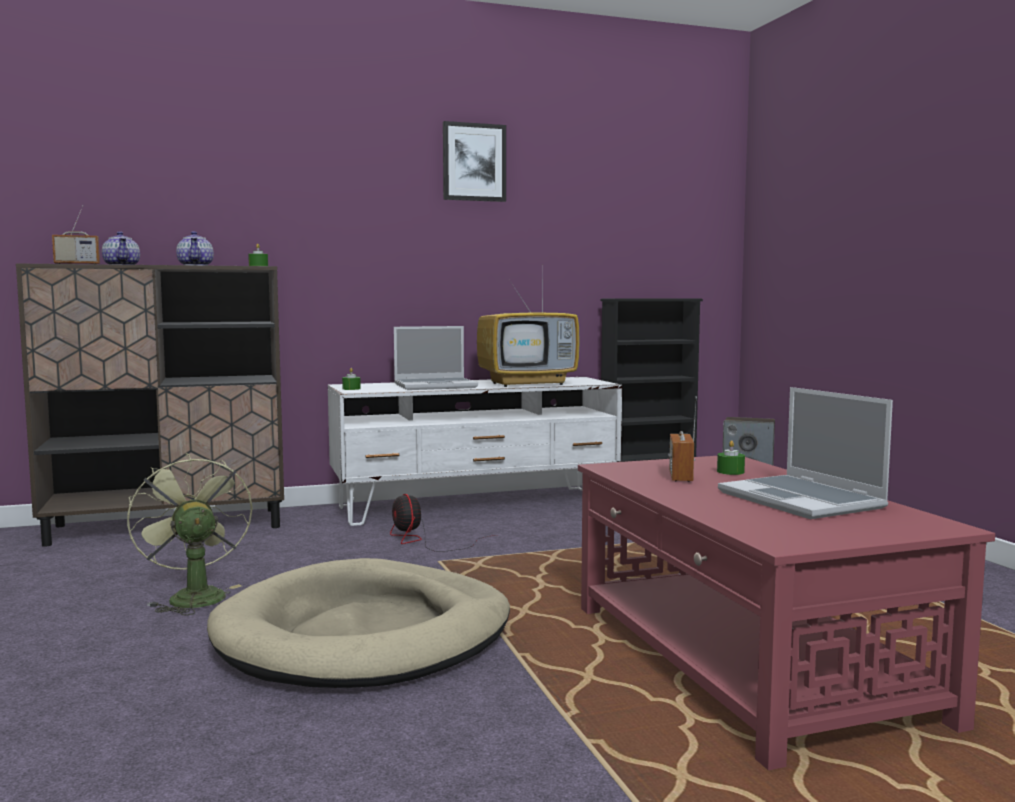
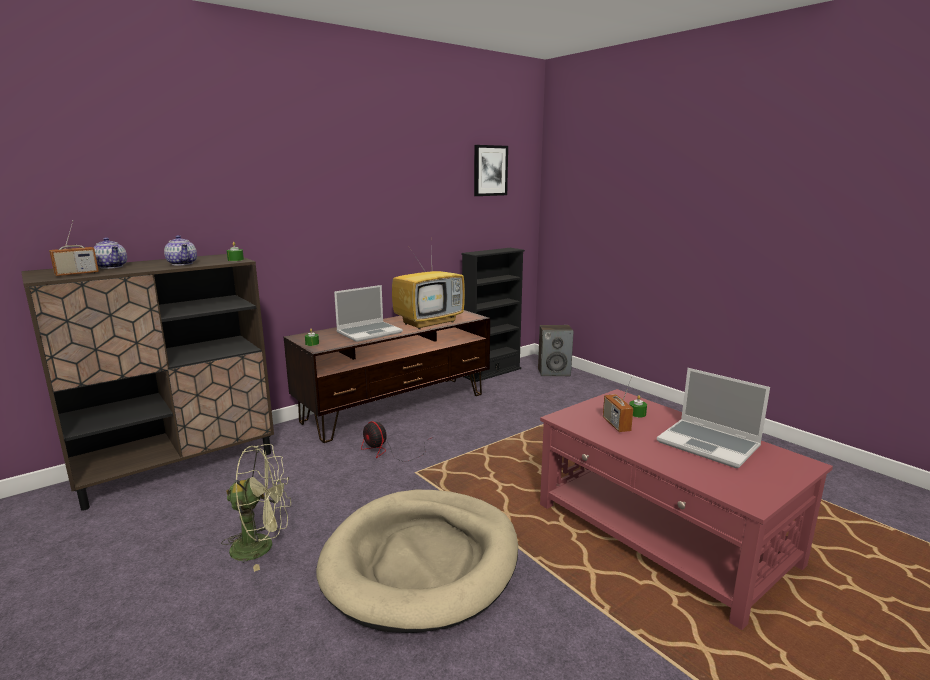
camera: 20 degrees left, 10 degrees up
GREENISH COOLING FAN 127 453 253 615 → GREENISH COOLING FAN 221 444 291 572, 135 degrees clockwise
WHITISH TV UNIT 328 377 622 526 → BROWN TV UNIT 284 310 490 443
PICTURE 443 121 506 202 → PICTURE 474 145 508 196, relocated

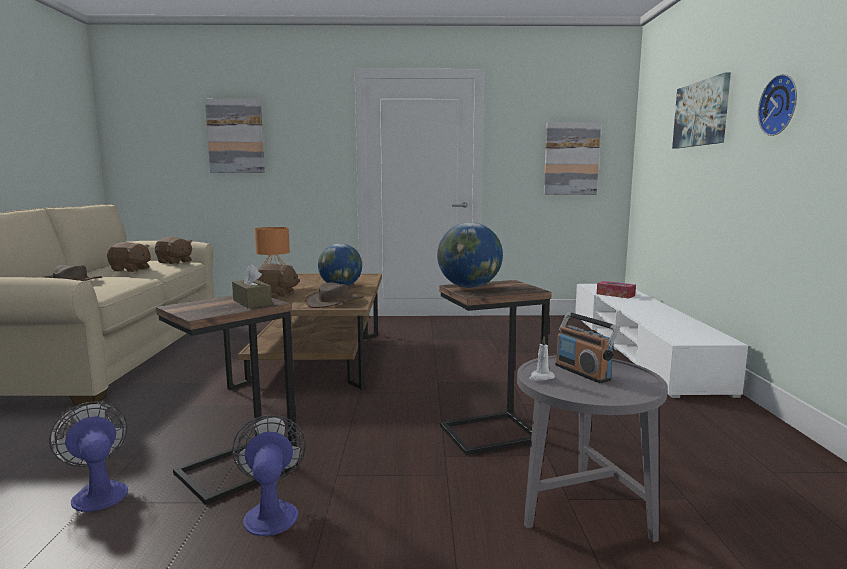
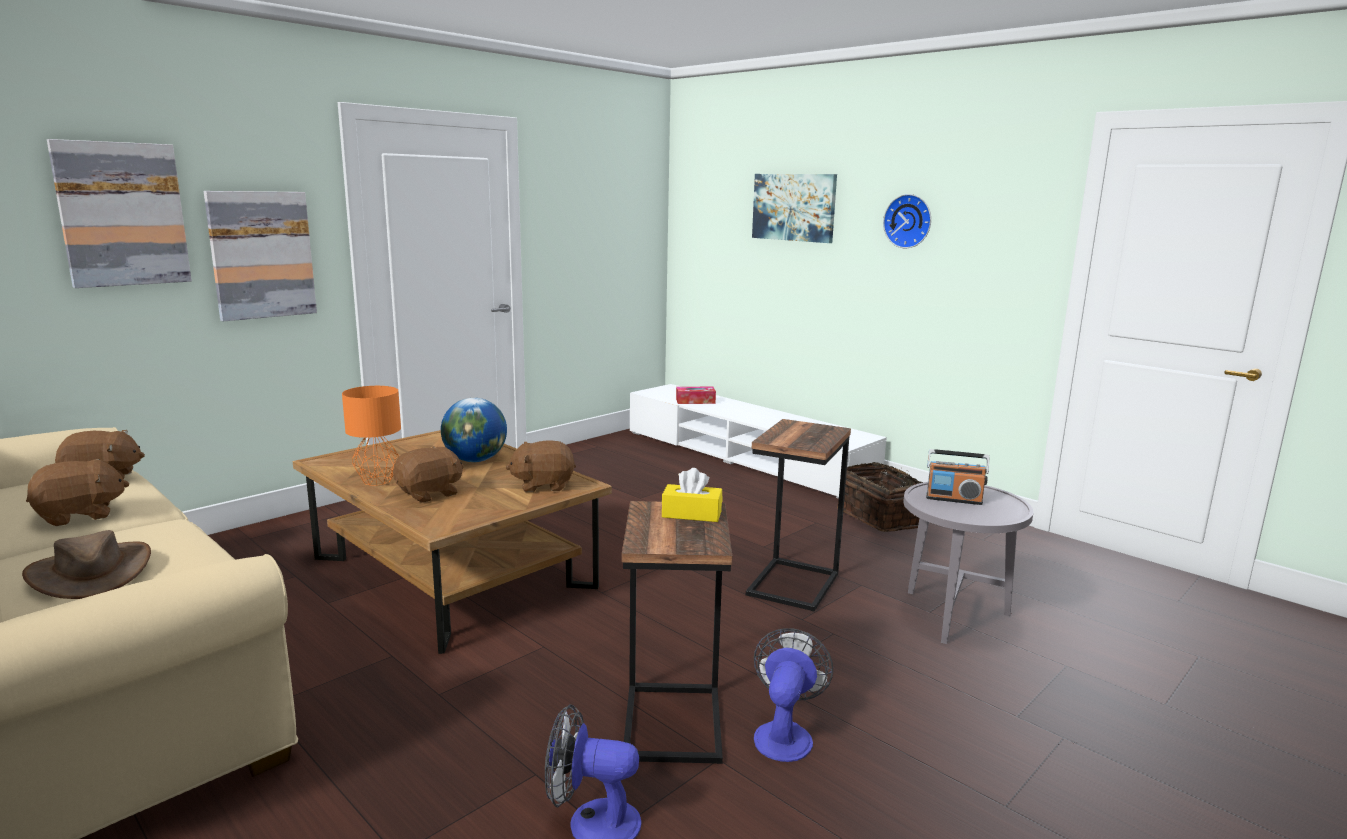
camera: 45 degrees left, 5 degrees up
BROWN BOX OF TISSUES 232 264 272 308 → YELLOW BOX OF TISSUES 662 468 722 522
COOLING FAN 232 415 306 536 → COOLING FAN 754 628 833 762, 75 degrees clockwise
BROWN CLOTHING HAT 305 283 364 308 → BROWN CUDDLY TOY 506 441 576 492
DESK GLOBE 437 222 503 288 → -
WHITISH WAX CANDLE 530 337 555 381 → -
PICTURE 544 122 601 195 → PICTURE 204 191 317 321, relocated
- → HOUSEHOLD BASKET 837 462 923 532

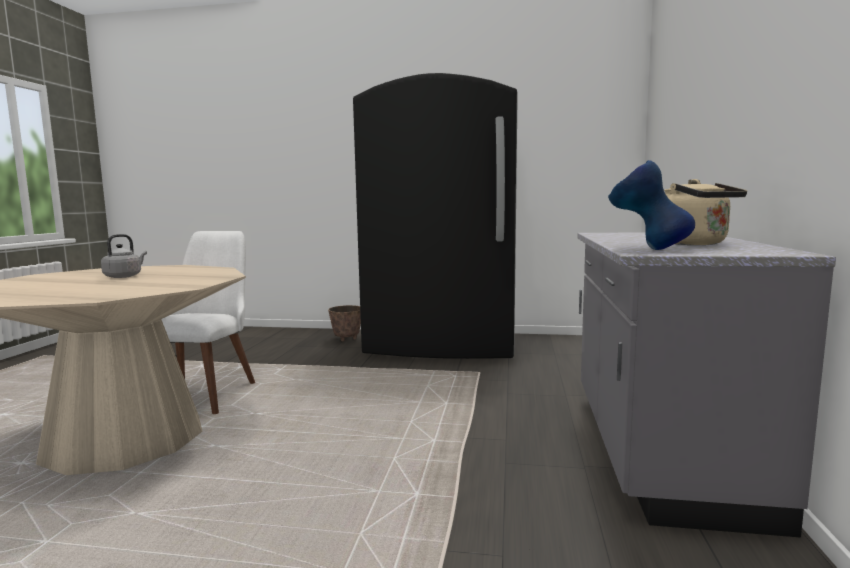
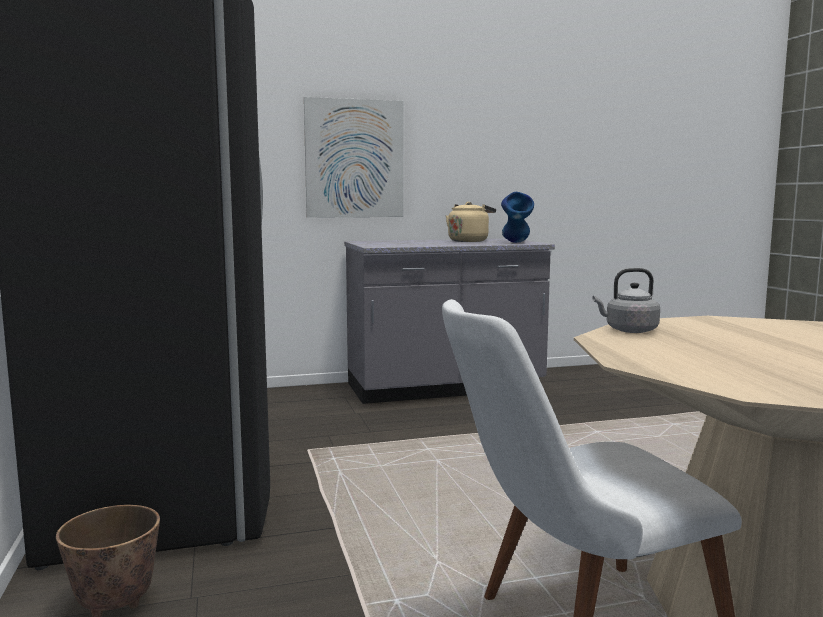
camera: 115 degrees left, 0 degrees up
GREY WATER KETTLE 101 234 147 278 → GREY WATER KETTLE 592 268 660 333, relocated
- → PICTURE 304 97 404 218

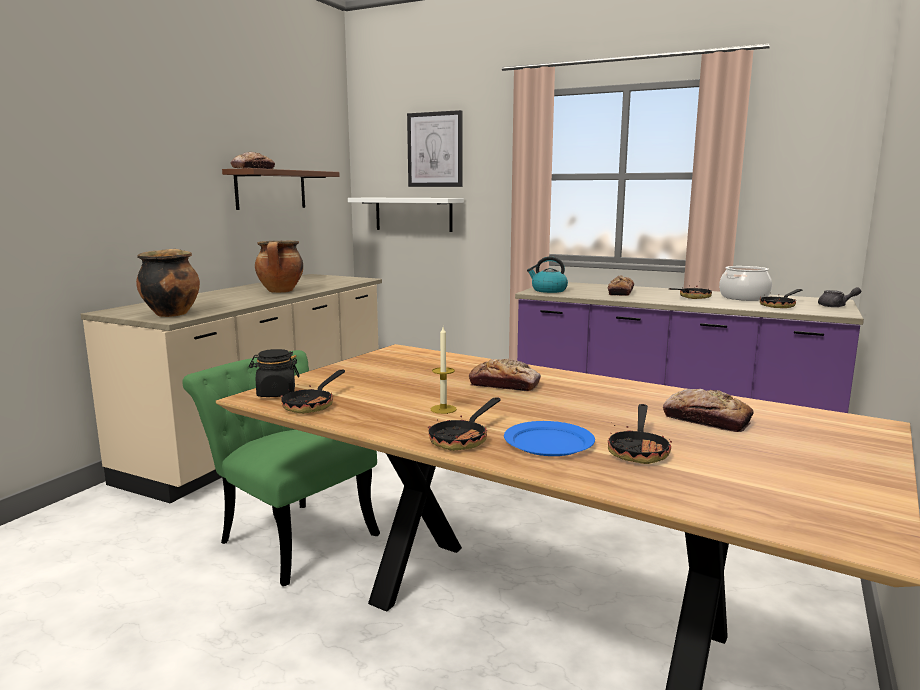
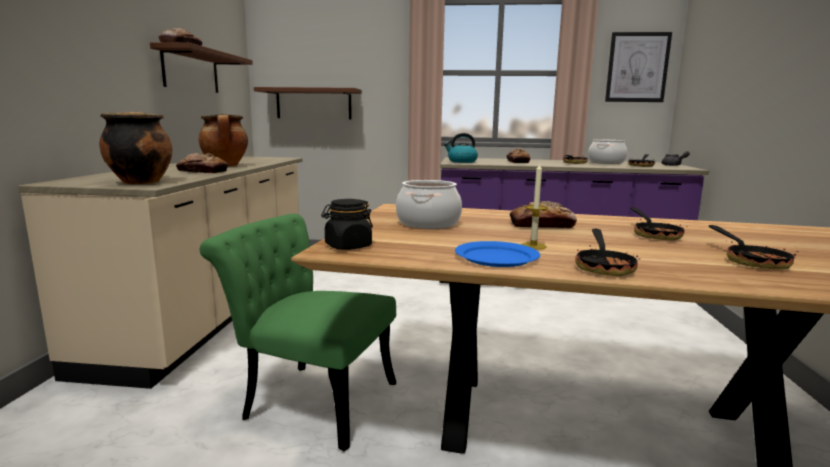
camera: 20 degrees left, 0 degrees up
SKILLET 281 370 345 414 → SKILLET 630 207 688 240, relocated
WHITISH WALL SHELF 348 198 464 232 → BROWN WALL SHELF 254 87 362 119
PICTURE 407 110 463 187 → PICTURE 605 32 672 102, relocated
BLUE FLAT DISH 504 421 595 456 → BLUE FLAT DISH 455 241 540 267, relocated
BAKED BREAD 663 388 754 432 → BAKED BREAD 176 153 228 173, relocated
- → COOKING POT 396 180 462 229

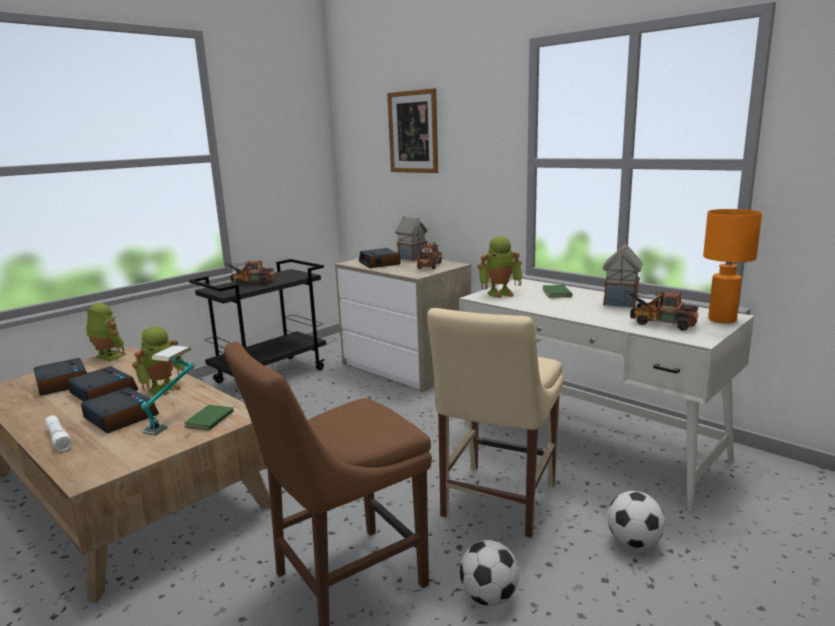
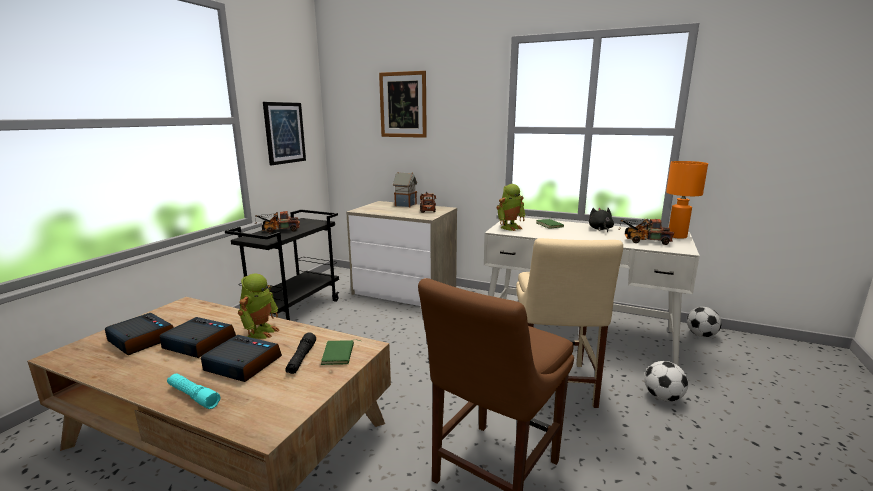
camera: 20 degrees left, 0 degrees up
WHITISH TORCH 45 416 72 452 → TURQUOISE-COLOURED TORCH 167 374 220 409
MODEL ROBOT 86 303 126 361 → -
LAMP FOR A TABLE 141 345 195 435 → BLACK TORCH 285 332 316 374
ALARM CLOCK 359 248 401 268 → -
FOOTBALL 460 540 519 606 → FOOTBALL 687 307 722 337, relocated
MODEL HOUSE 603 243 643 308 → BLACK CUDDLY TOY 589 208 614 233
- → PICTURE 263 102 306 165

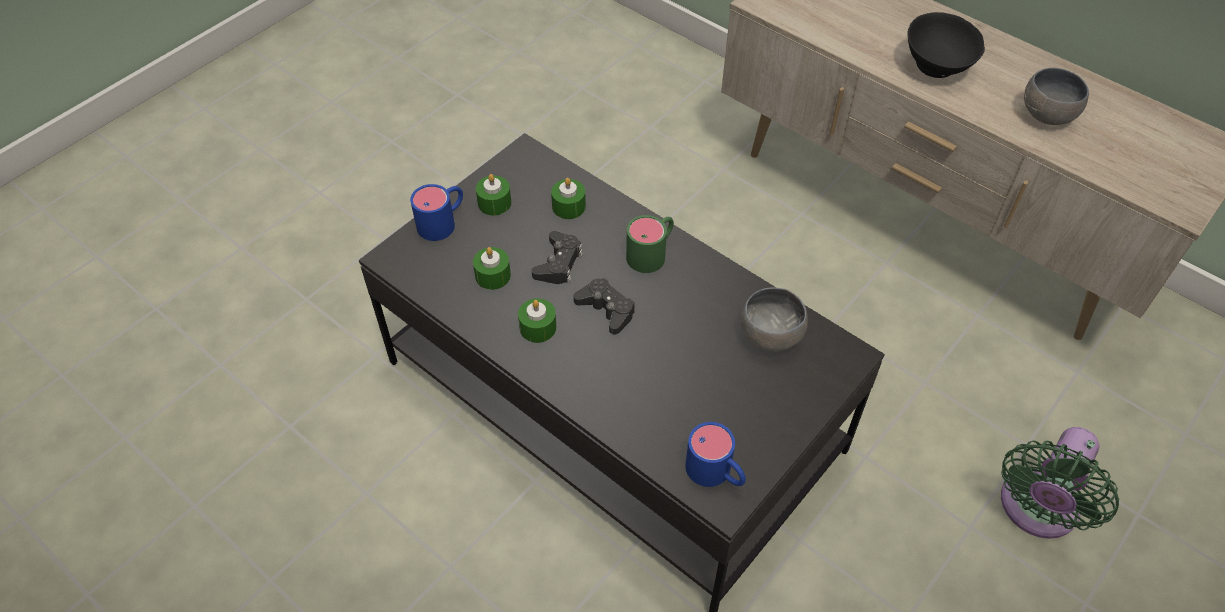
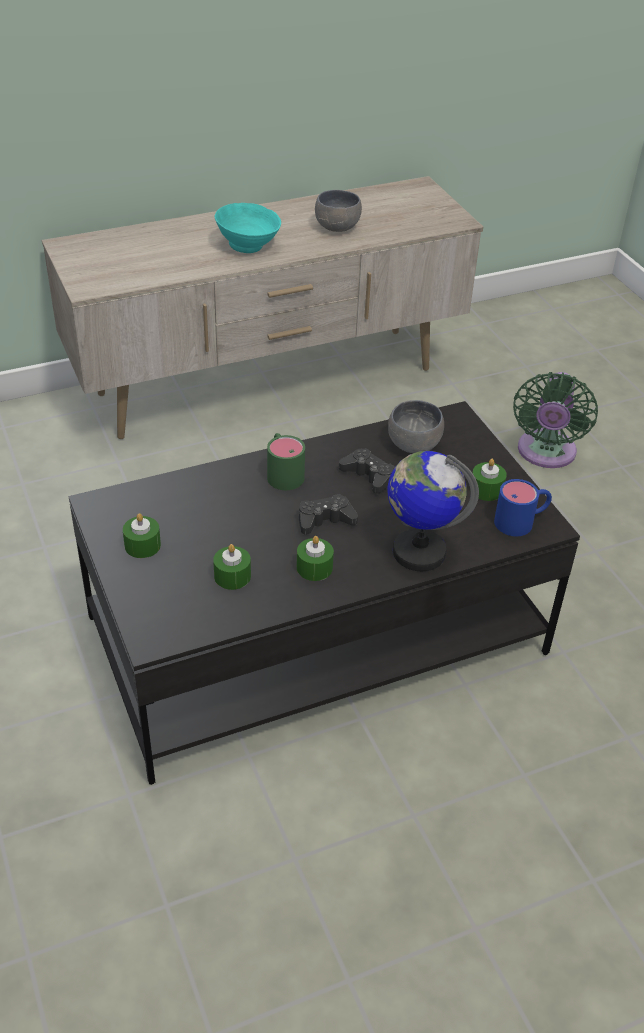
camera: 65 degrees left, 10 degrees down
BLUE COFFEE MUG 410 184 463 241 → -
BLACK GAME CONTROLLER 532 231 583 284 → BLACK GAME CONTROLLER 339 448 395 494, relocated
GREENISH WAX CANDLE 551 178 586 219 → GREENISH WAX CANDLE 473 459 507 501, relocated
BLACK BOWL 908 12 985 78 → TURQUOISE-COLOURED BOWL 214 203 281 253
GREENISH COOLING FAN 1001 427 1119 539 → GREENISH COOLING FAN 513 372 598 468, 45 degrees clockwise
- → DESK GLOBE 388 451 479 571

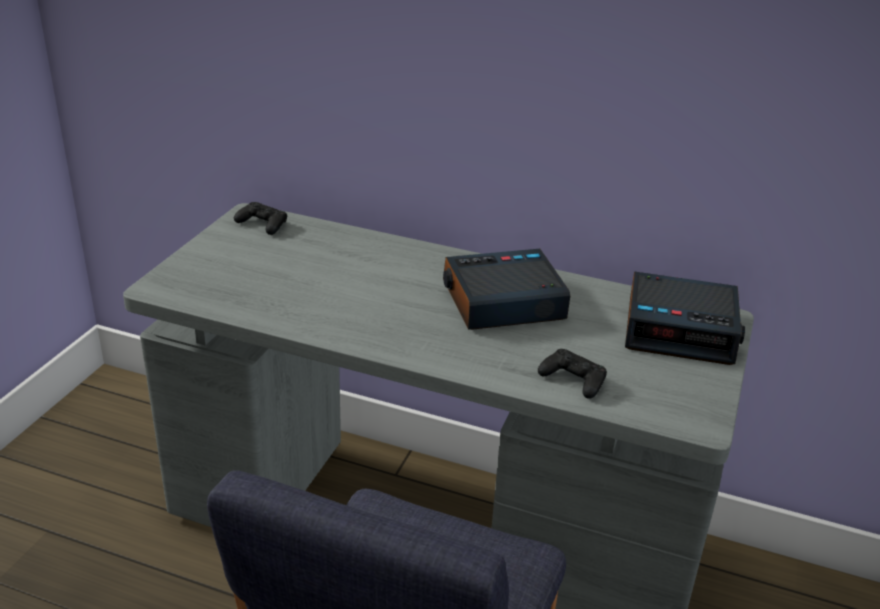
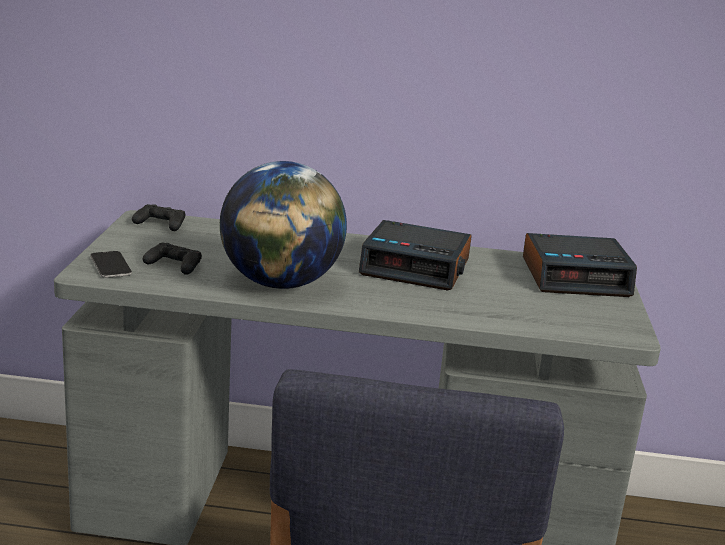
camera: 15 degrees left, 10 degrees down
ALARM CLOCK 443 249 570 330 → ALARM CLOCK 359 220 472 291, 135 degrees counterclockwise
BLACK GAME CONTROLLER 538 349 607 399 → BLACK GAME CONTROLLER 142 242 202 275, relocated
- → PHONE 90 251 132 278
- → DESK GLOBE 220 161 347 289

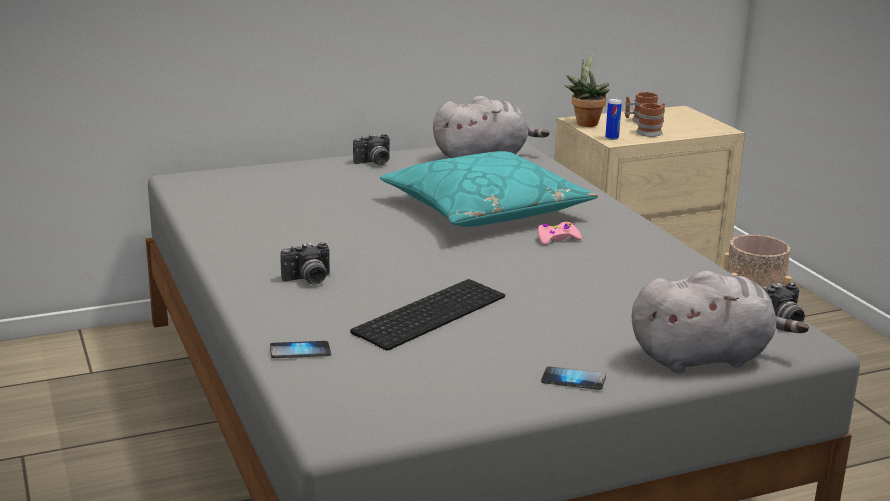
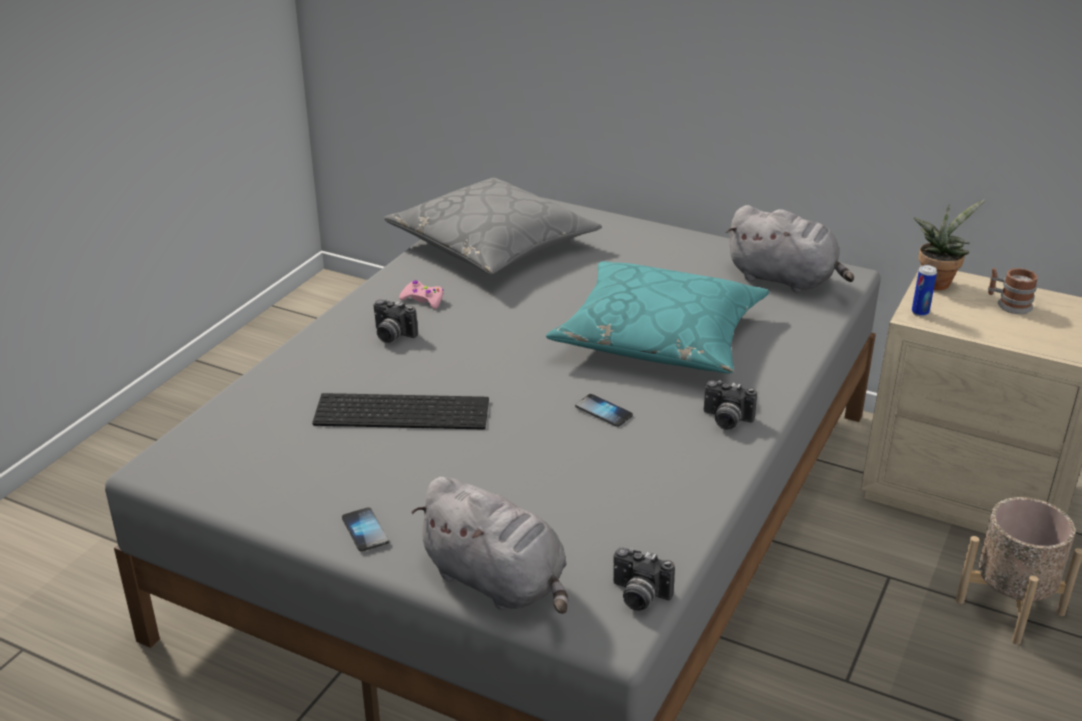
camera: 50 degrees right, 10 degrees up
PHONE 270 341 331 358 → PHONE 575 394 633 427, relocated
PHOTO CAMERA 353 134 390 165 → PHOTO CAMERA 704 380 757 430, relocated
PINK-COLOURED GAME CONTROLLER 538 222 582 245 → PINK-COLOURED GAME CONTROLLER 399 280 444 309, relocated
COFFEE MUG 636 103 665 137 → -
- → GREY PILLOW 384 178 602 275

